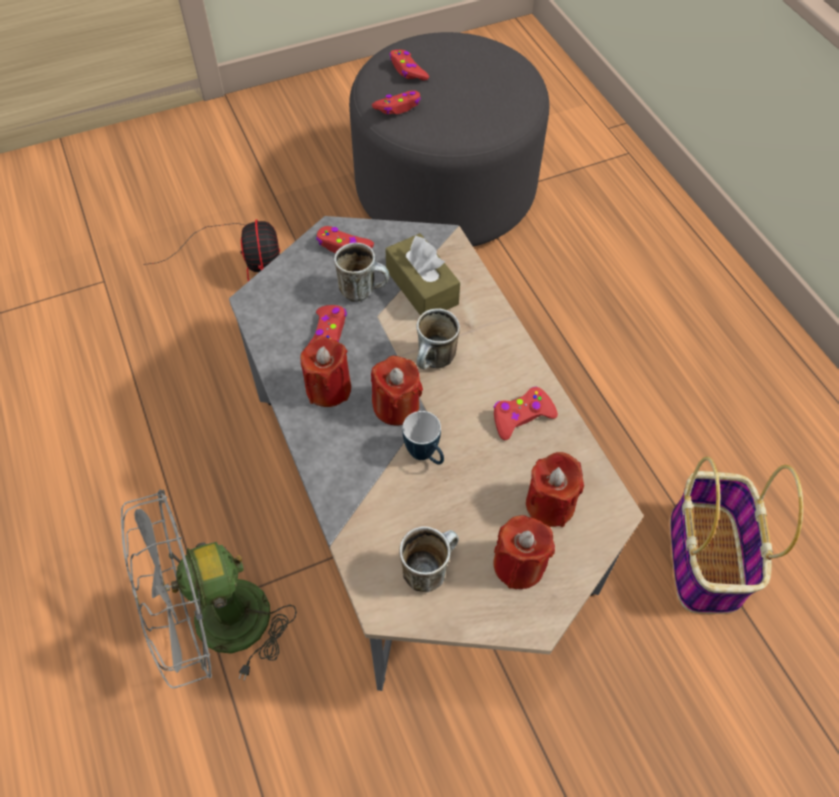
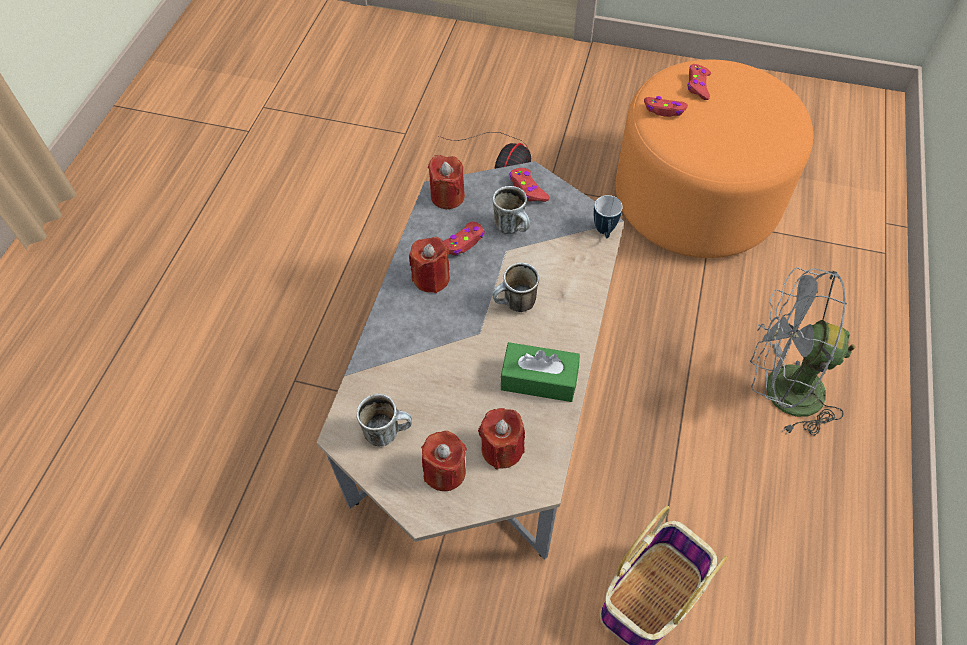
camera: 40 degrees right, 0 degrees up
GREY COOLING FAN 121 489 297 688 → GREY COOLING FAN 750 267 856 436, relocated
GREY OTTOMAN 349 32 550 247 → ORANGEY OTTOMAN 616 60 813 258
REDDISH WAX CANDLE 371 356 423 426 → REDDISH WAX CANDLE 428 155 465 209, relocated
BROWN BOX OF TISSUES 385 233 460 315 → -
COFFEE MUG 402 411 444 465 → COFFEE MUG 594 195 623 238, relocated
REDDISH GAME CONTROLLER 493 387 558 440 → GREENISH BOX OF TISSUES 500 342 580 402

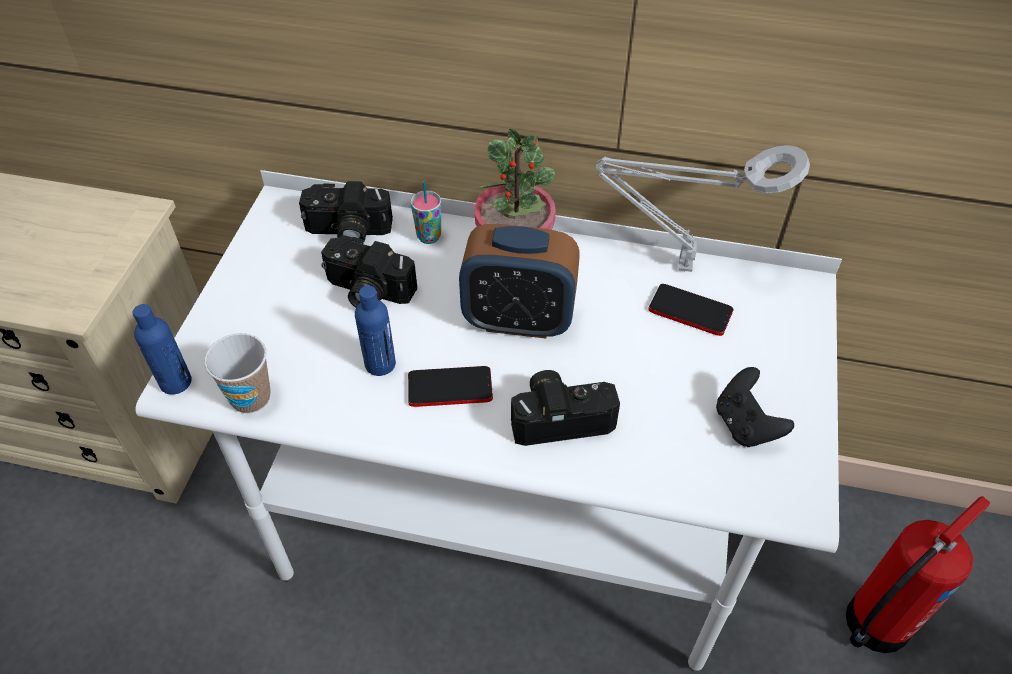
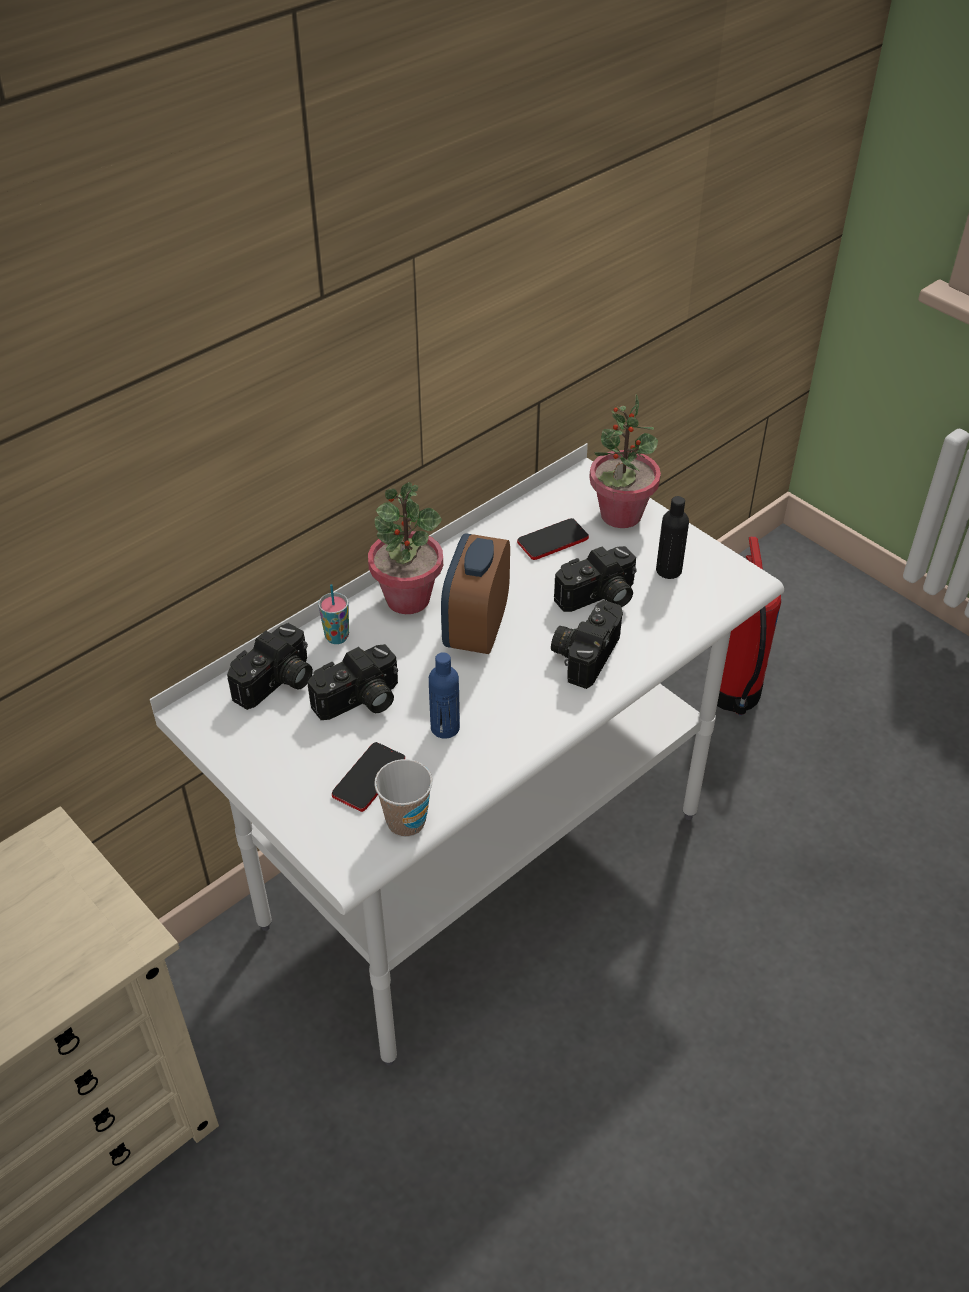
camera: 55 degrees left, 5 degrees down
BLUE BOTTLE 133 304 192 395 → -
PHONE 408 366 493 407 → PHONE 332 742 405 812, relocated
ALARM CLOCK 459 224 580 339 → ALARM CLOCK 441 533 510 654, 150 degrees clockwise
GREY LAMP FOR A TABLE 596 145 810 272 → -
BLACK GAME CONTROLLER 716 367 794 447 → BLACK BOTTLE 656 496 689 579
- → PHOTO CAMERA 554 546 637 612
- → POTTED PLANT 589 394 661 528

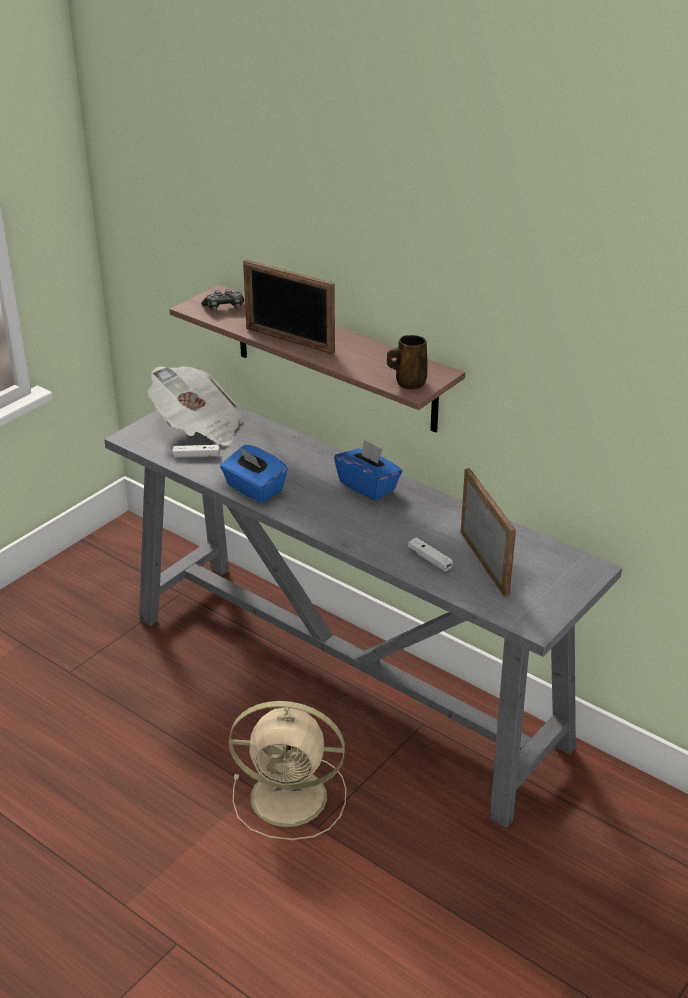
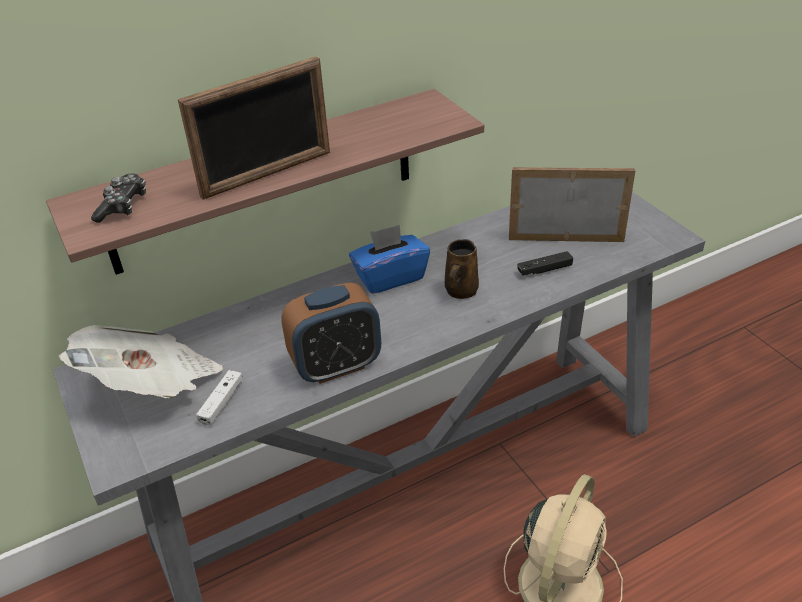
camera: 65 degrees left, 5 degrees up
BLUE BOX OF TISSUES 220 445 288 503 → ALARM CLOCK 281 282 381 384
BROWN COFFEE MUG 387 335 428 390 → BROWN COFFEE MUG 445 239 479 299, relocated
WHITISH GAME CONTROLLER 408 537 453 571 → BLACK GAME CONTROLLER 517 251 573 276

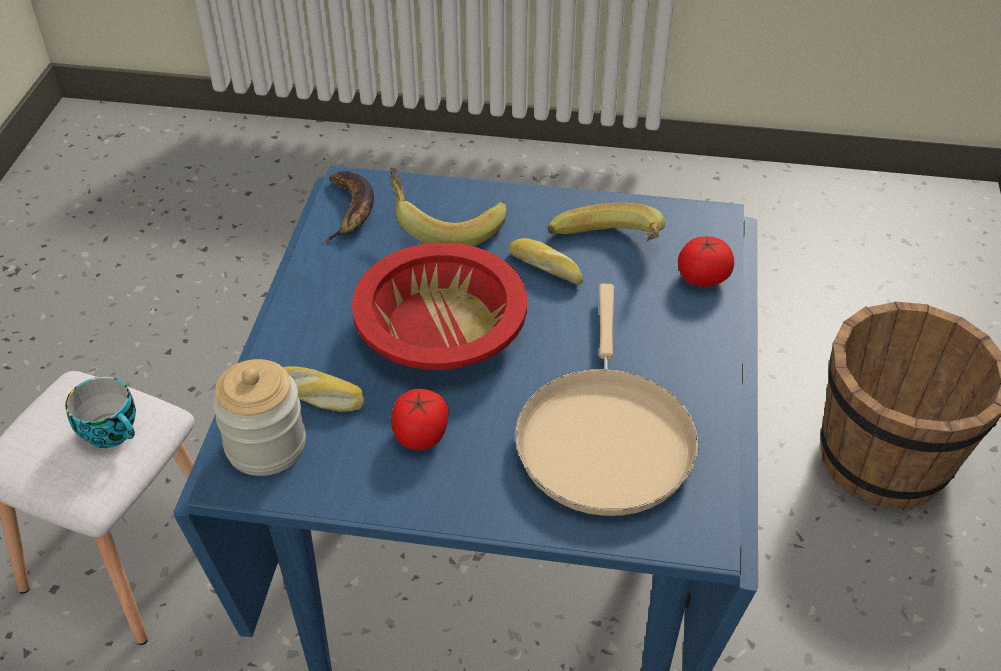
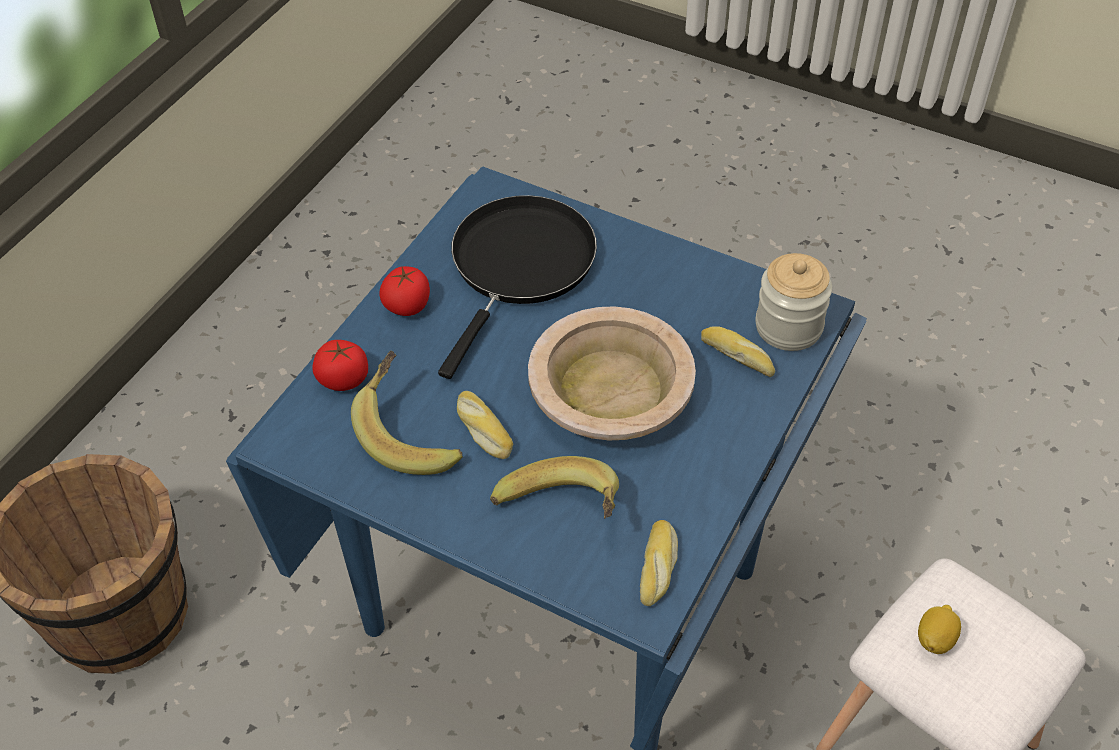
camera: 160 degrees left, 5 degrees up
SMALL CUP 65 376 136 448 → LEMON 918 605 961 654
BANANA FRUIT 323 171 374 243 → BAKED BREAD 640 520 678 606
REDDISH BOWL 352 243 527 370 → SAND-COLOURED BOWL 528 306 696 440
TOMATO 391 389 449 450 → TOMATO 379 266 430 316, relocated
SAND-COLOURED SKILLET 515 284 699 516 → BLACK SKILLET 438 195 597 379

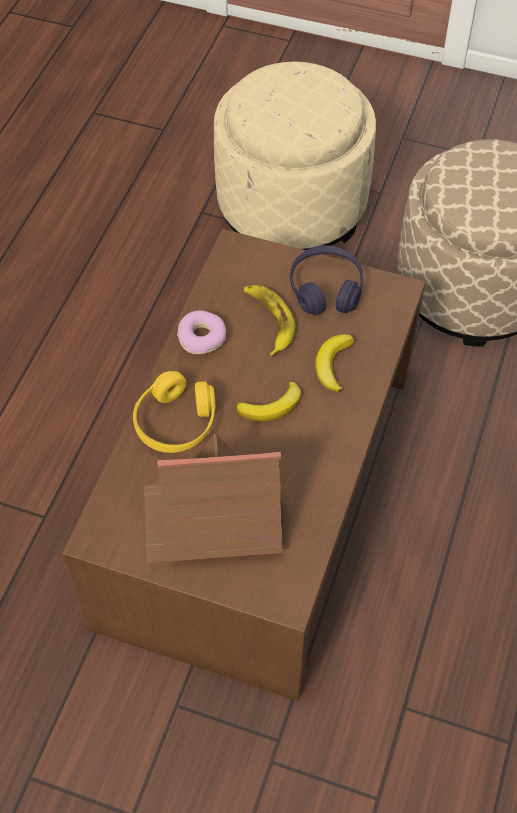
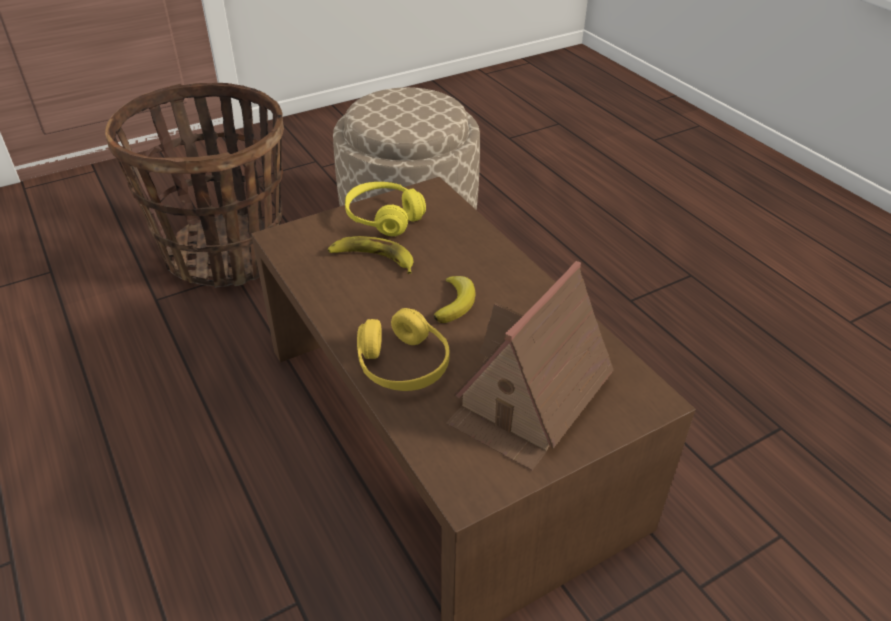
camera: 50 degrees left, 15 degrees down
RING DOUGHNUT 177 310 226 354 → -
SAND-COLOURED OTTOMAN 214 62 376 250 → HOUSEHOLD BASKET 105 83 284 288
PURPLISH PAIR OF HEADPHONES 289 245 363 315 → YELLOW PAIR OF HEADPHONES 345 182 426 236
BANANA FRUIT 315 334 354 393 → -

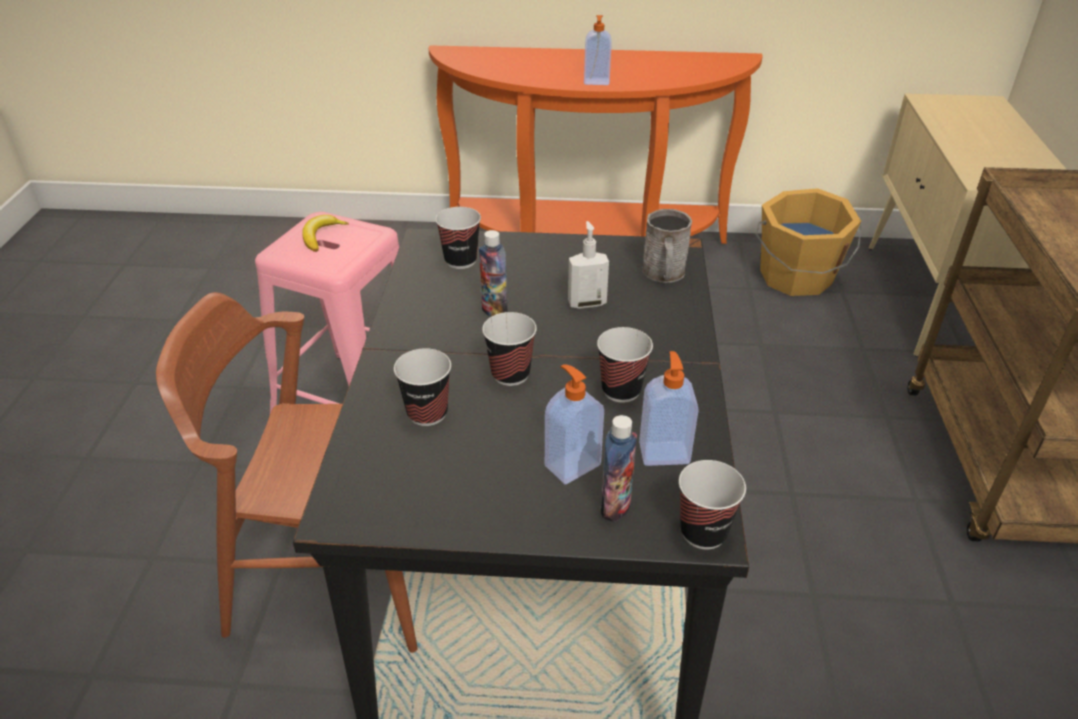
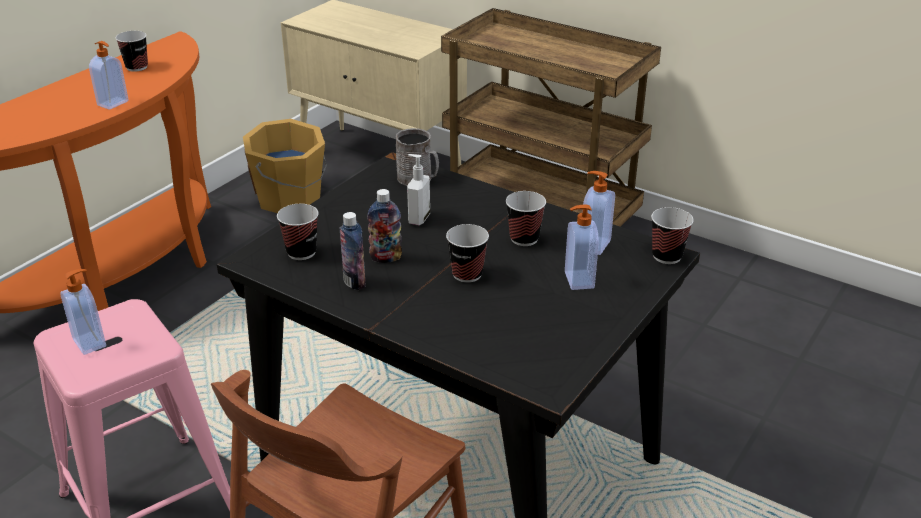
camera: 60 degrees left, 5 degrees down
BANANA FRUIT 302 215 349 252 → SOAP DISPENSER 60 269 106 355
SMALL CUP 394 348 451 426 → SMALL CUP 116 31 148 72, relocated
BOTTLE 601 415 637 522 → BOTTLE 339 212 366 290, relocated

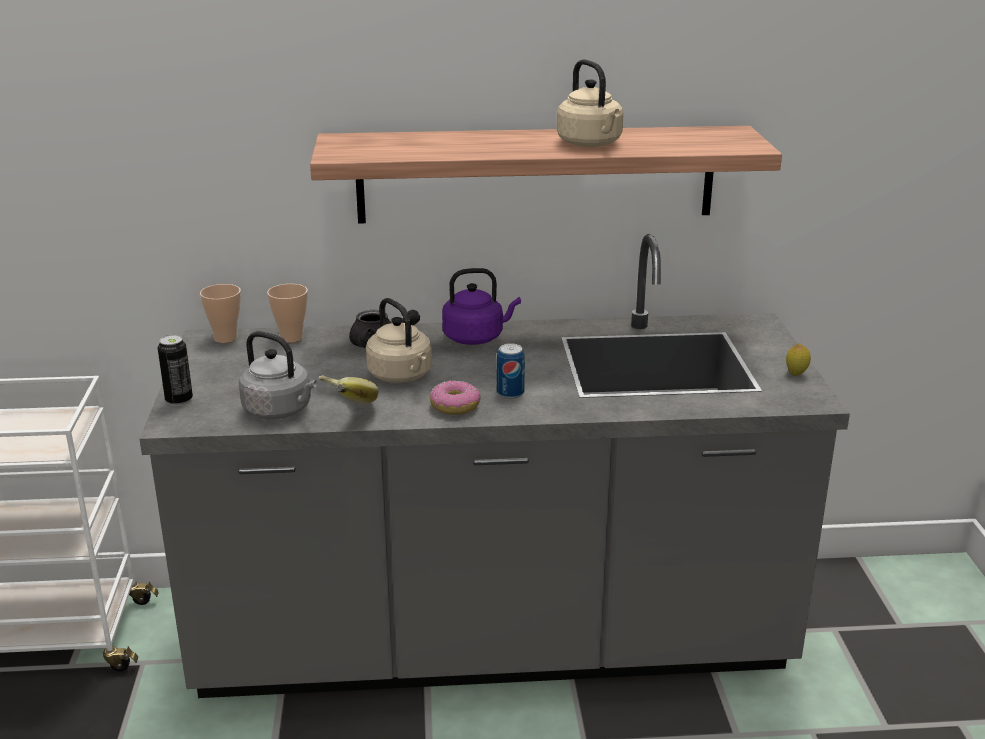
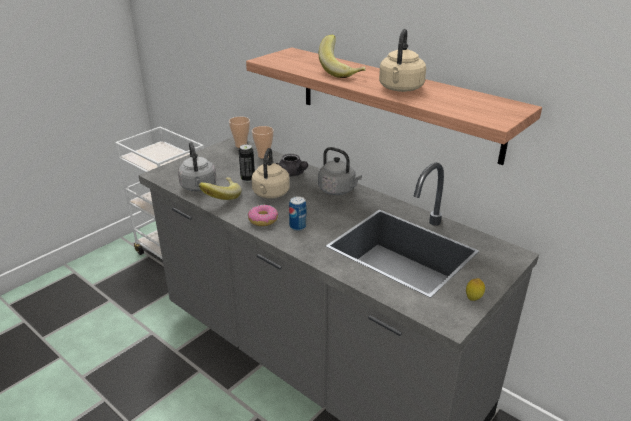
camera: 45 degrees right, 5 degrees up
CAN 158 335 193 406 → CAN 239 144 255 182, relocated
PURPLISH WATER KETTLE 442 268 521 345 → GREY WATER KETTLE 318 147 362 195
- → BANANA FRUIT 319 35 366 78

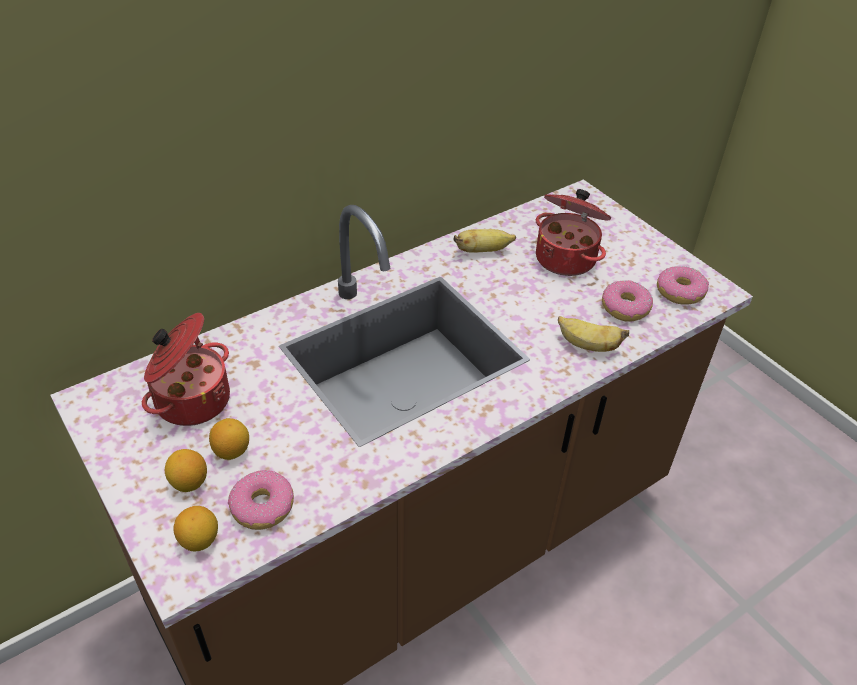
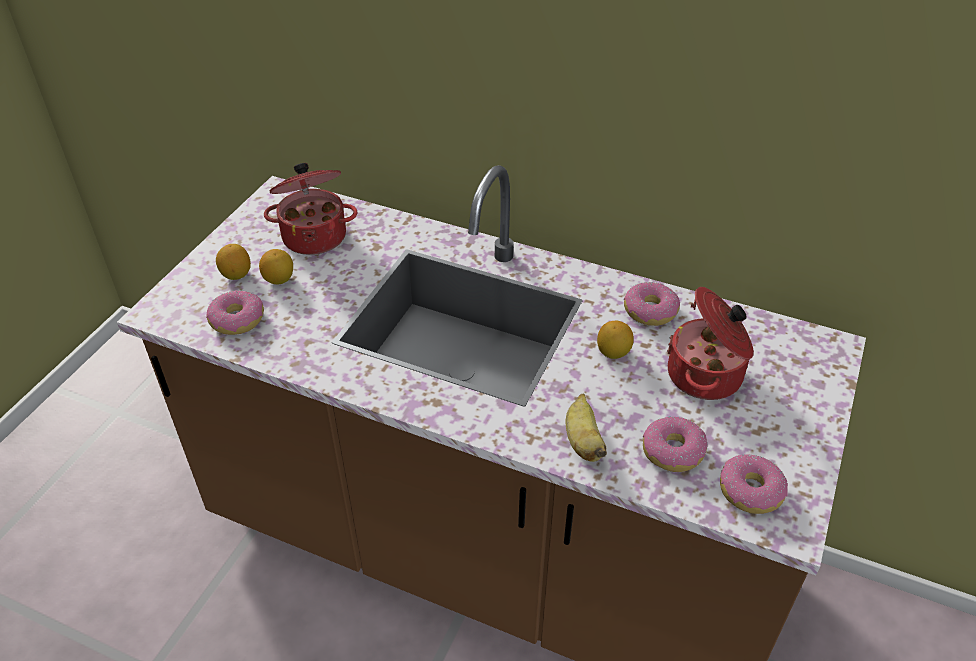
camera: 60 degrees right, 0 degrees up
LEMON 173 506 218 551 → LEMON 597 321 634 359, relocated
BANANA FRUIT 453 229 516 252 → RING DOUGHNUT 624 282 680 326

